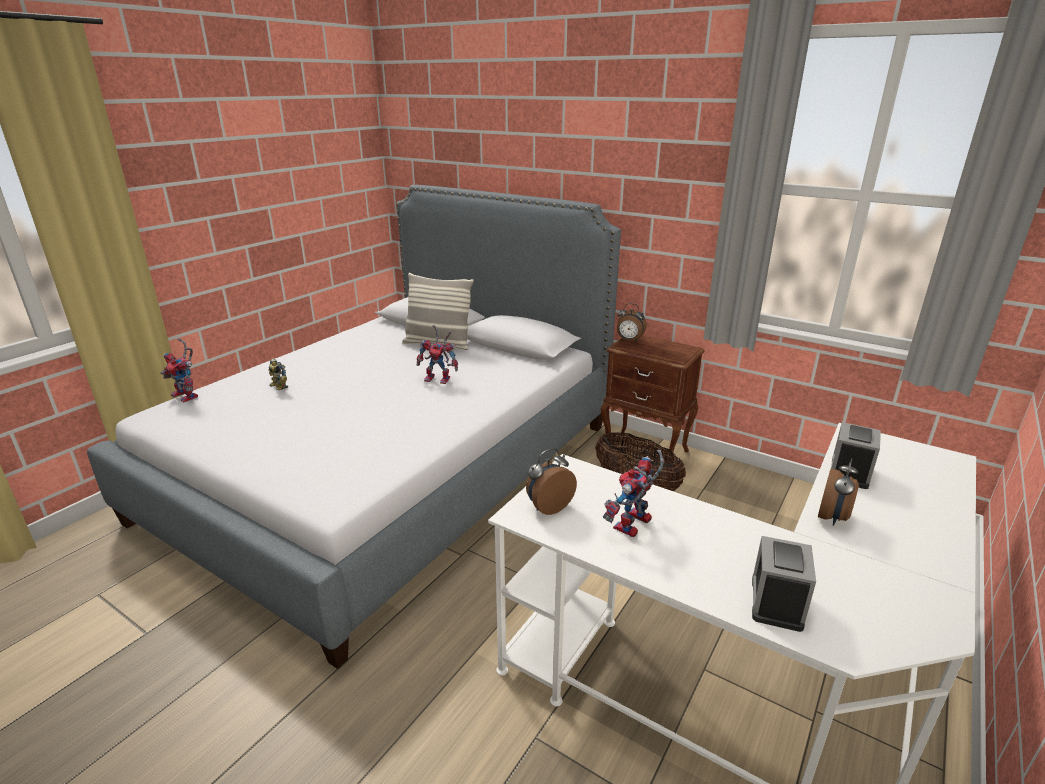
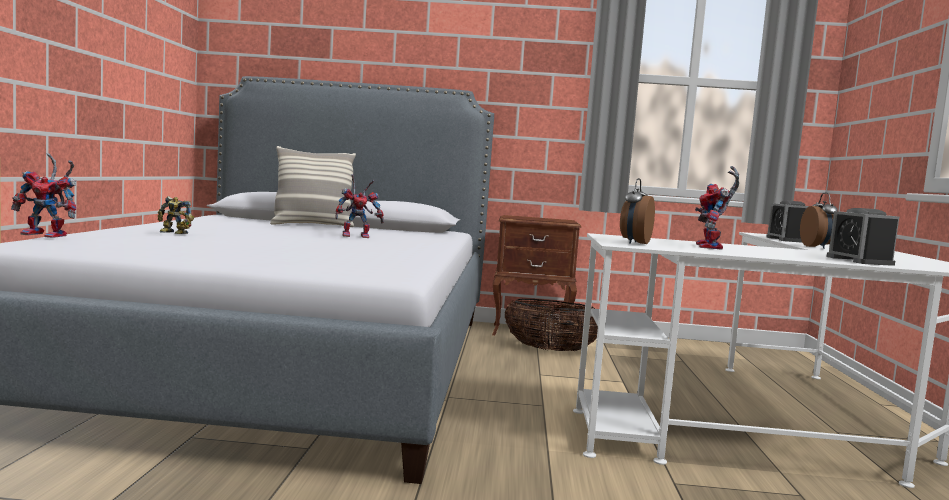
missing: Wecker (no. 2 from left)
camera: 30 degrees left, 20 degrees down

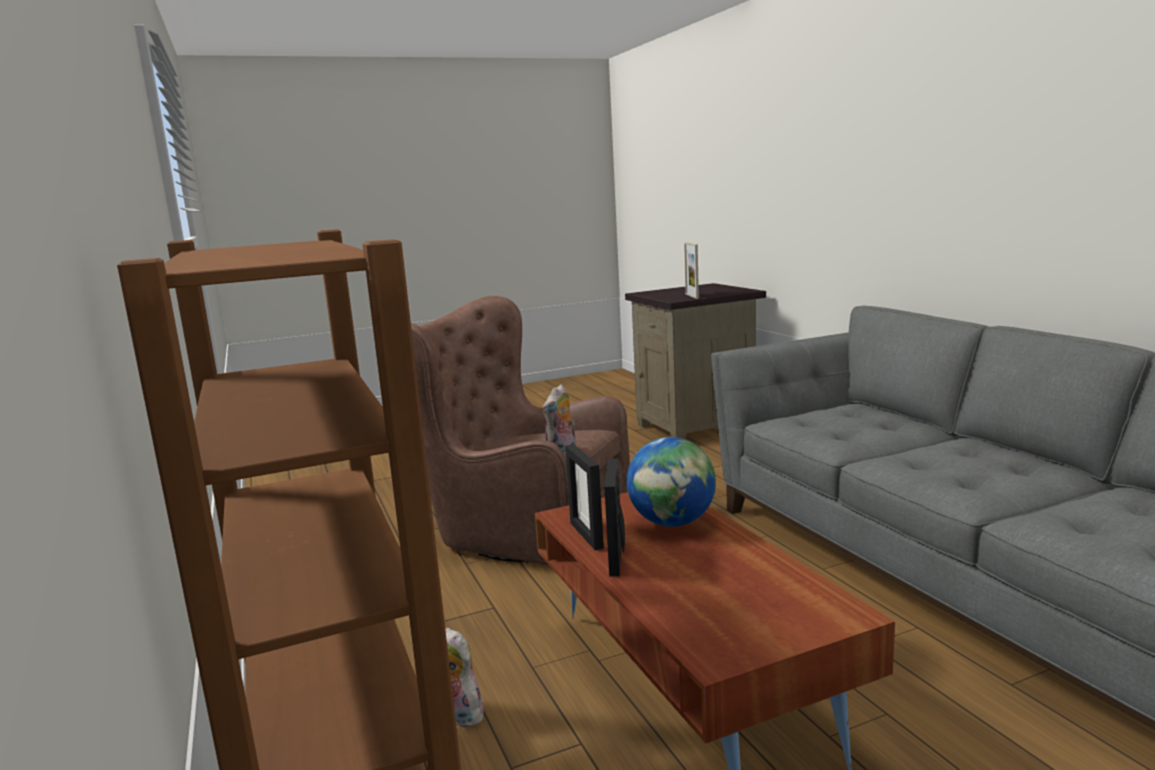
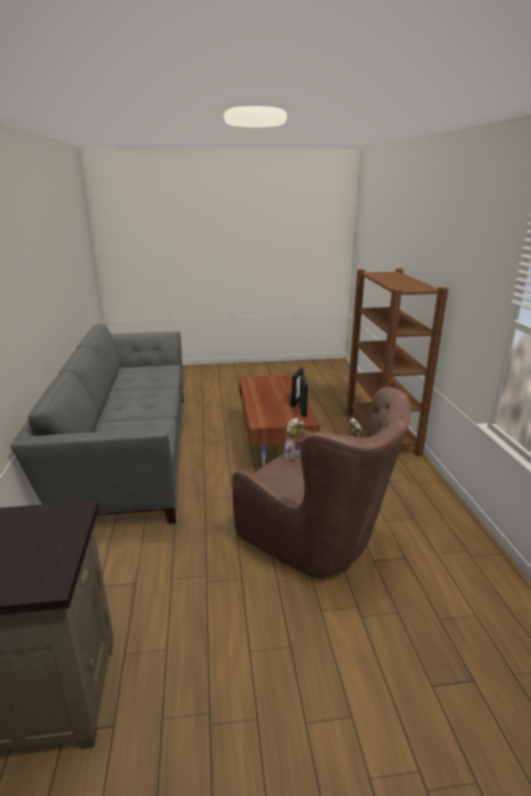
missing: Globus; Bilderrahmen (no. 3 from left)
camera: 165 degrees left, 10 degrees up

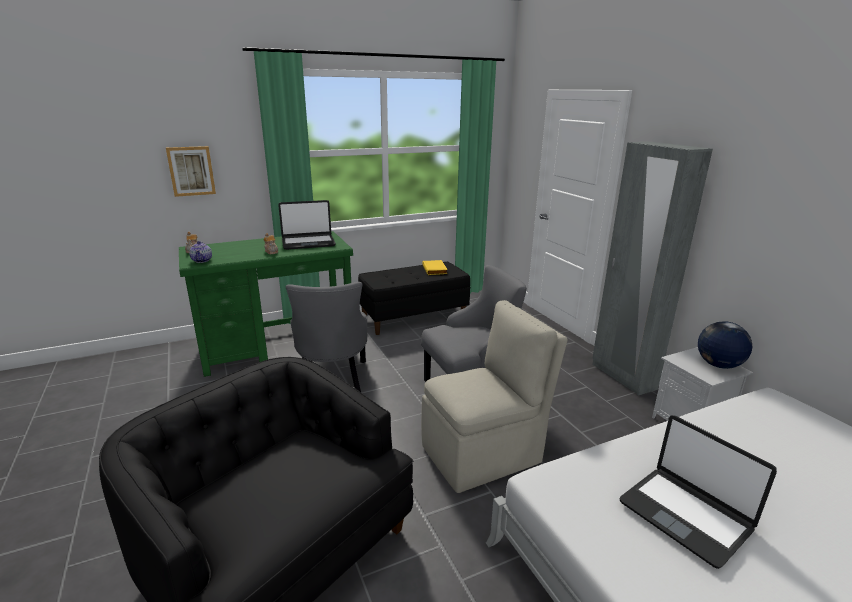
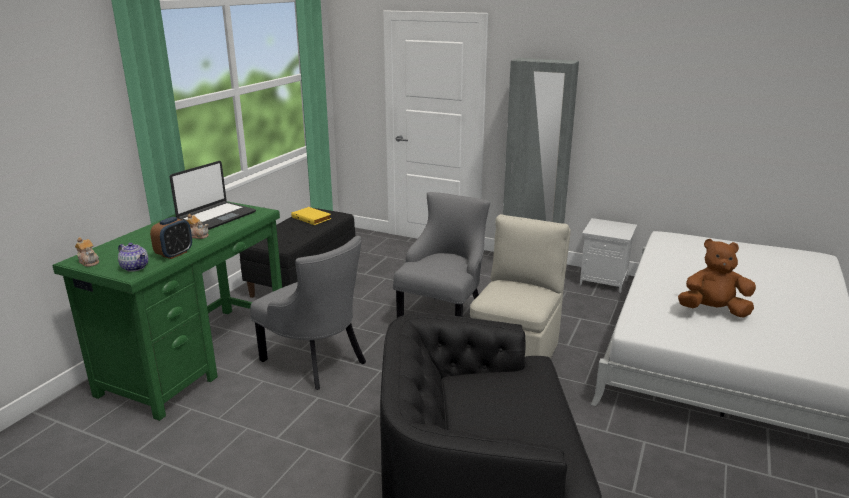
missing: Bild; Globus
appeared: Wecker
exchanged: Laptop (no. 2 from left) to Plüschtier/braun
camera: 40 degrees left, 0 degrees up

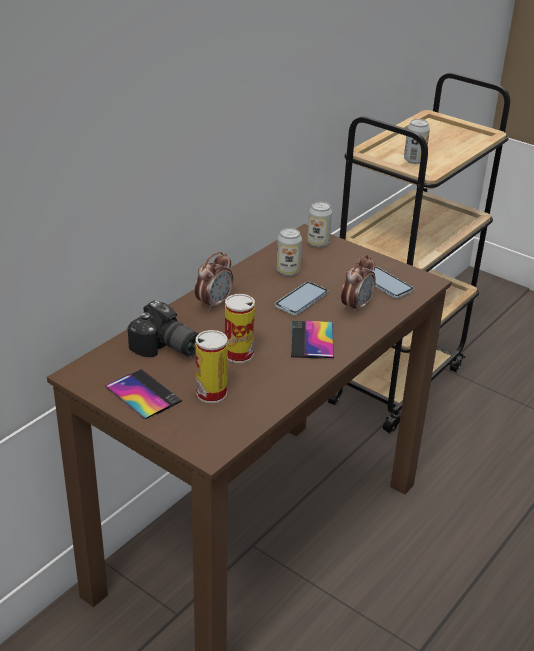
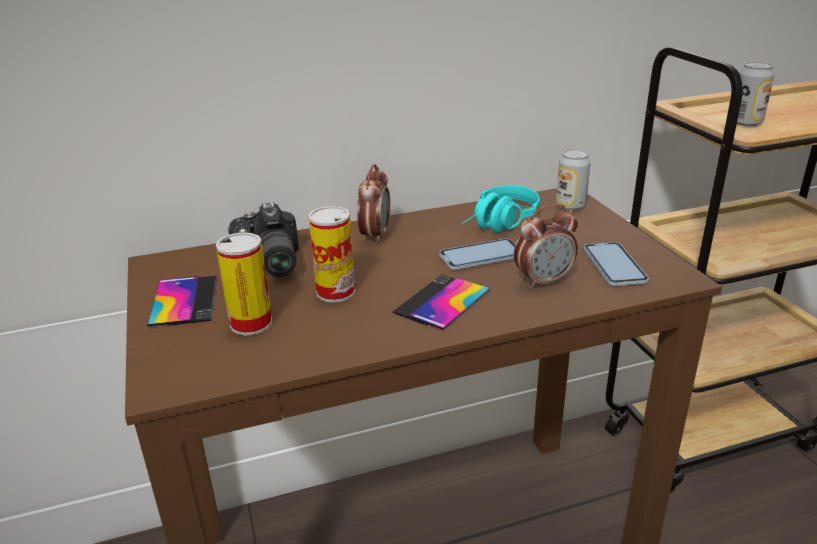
exchanged: Dose (no. 3 from left) to Kopfhörer/türkis
spun: Wecker (no. 1 from left) 60 degrees counterclockwise
camera: 35 degrees right, 5 degrees down

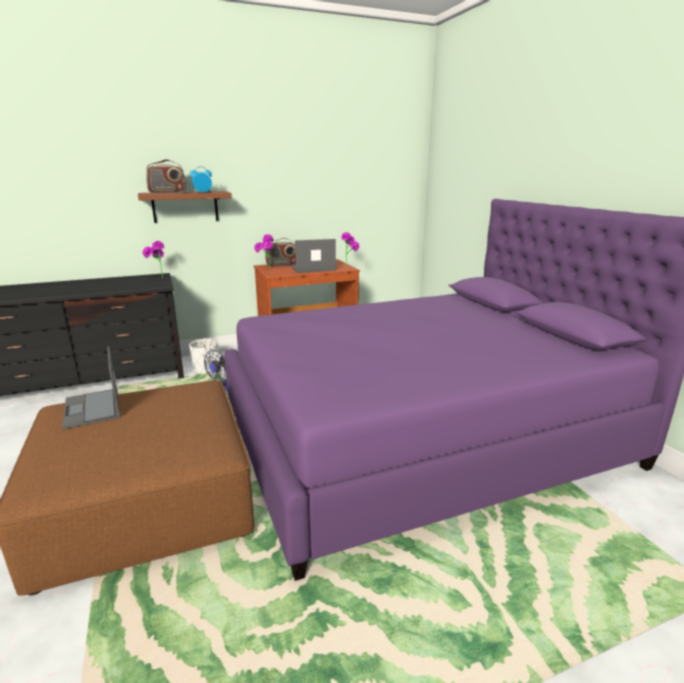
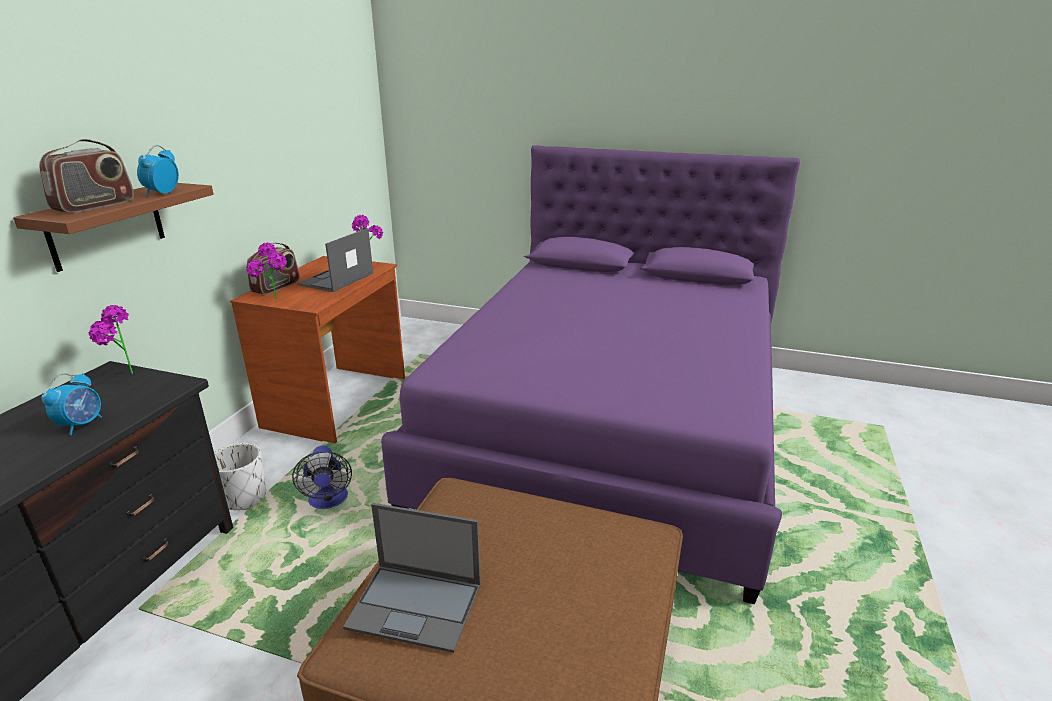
appeared: Wecker (no. 1 from left)
camera: 50 degrees left, 5 degrees up

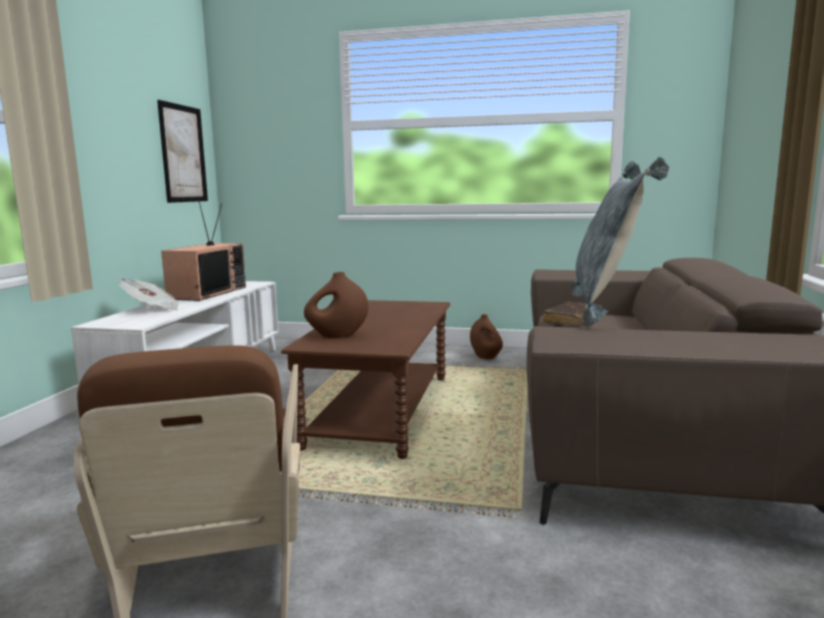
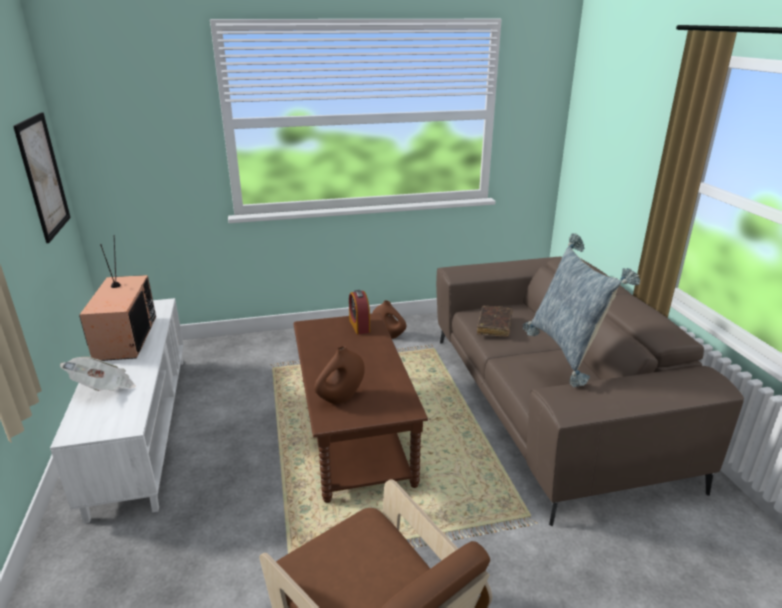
appeared: Wecker
camera: 25 degrees left, 15 degrees up

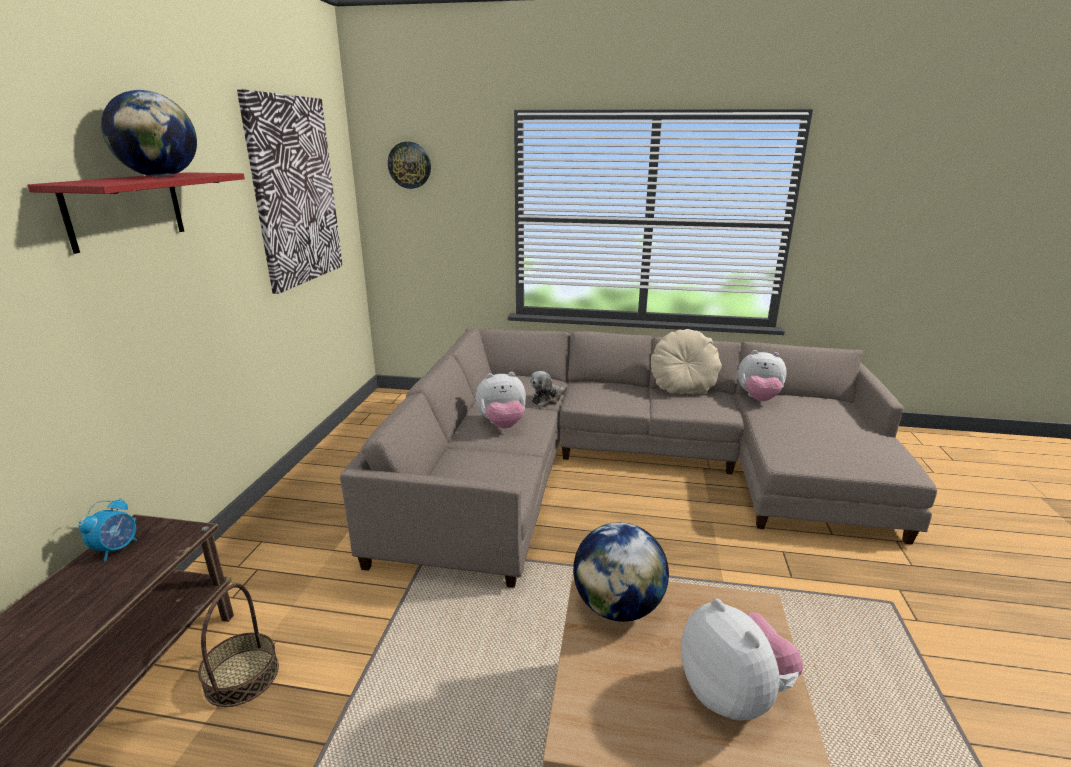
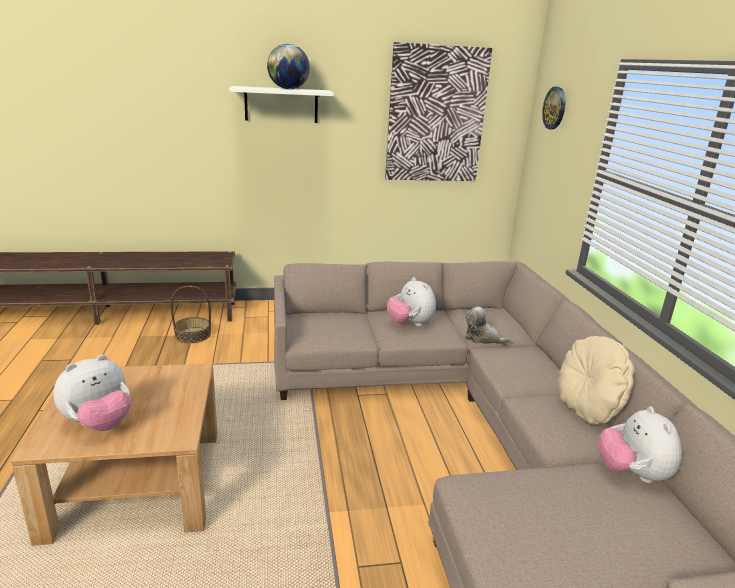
missing: Wecker; Globus (no. 2 from left)
colour: Wandregal/rot to Wandregal/weiß
camera: 70 degrees right, 0 degrees up

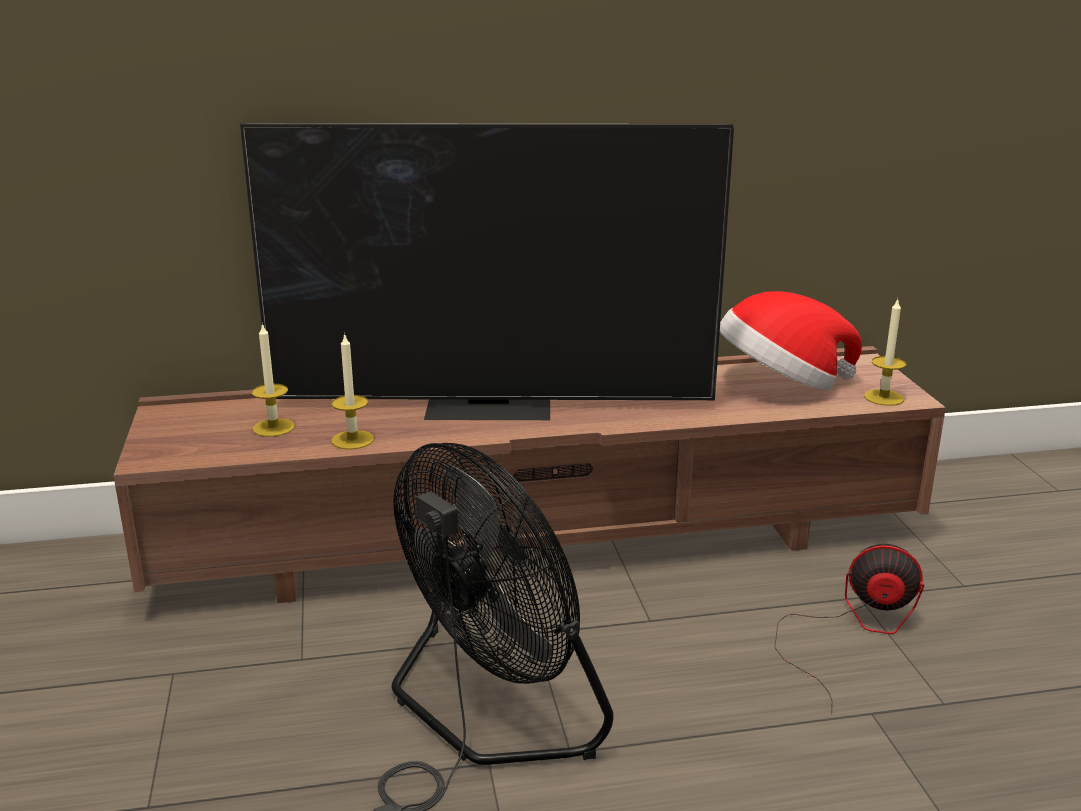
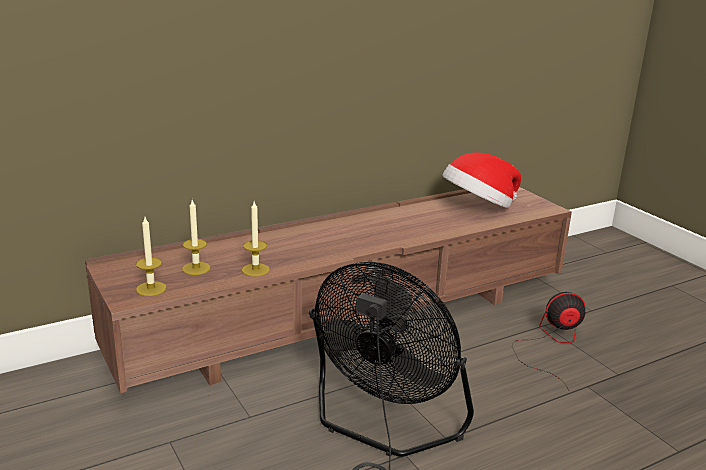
missing: Fernseher
relocated: Kerze (no. 3 from left in the first image) to Kerze (no. 1 from left)
camera: 20 degrees left, 0 degrees up

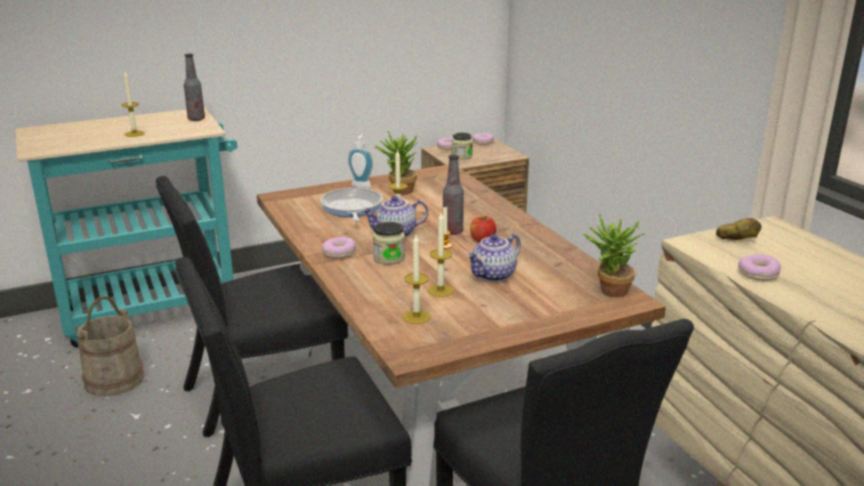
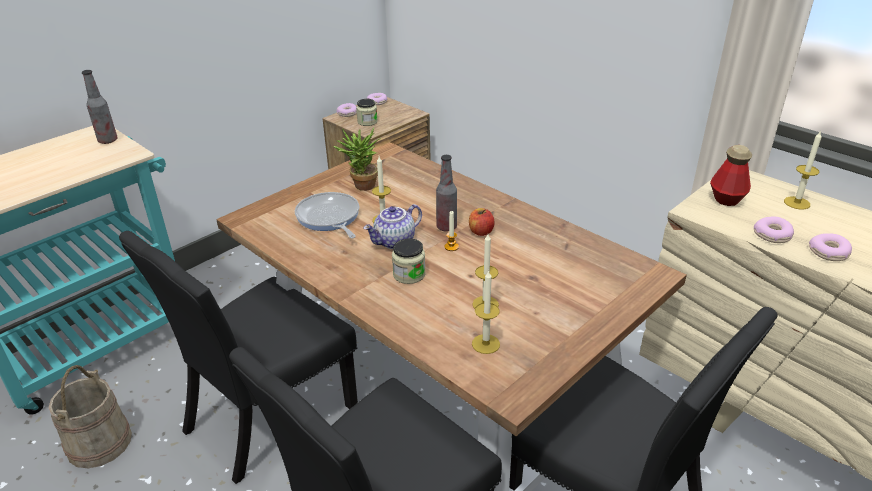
missing: Seifenspender; Teekanne (no. 2 from left); Topfpflanze (no. 2 from left)
relocated: Kerze (no. 1 from left in the first image) to Kerze (no. 5 from left); Donut (no. 1 from left in the first image) to Donut (no. 4 from left)
exchanged: Kartoffel to Flasche (no. 3 from left)
camera: 20 degrees left, 10 degrees up

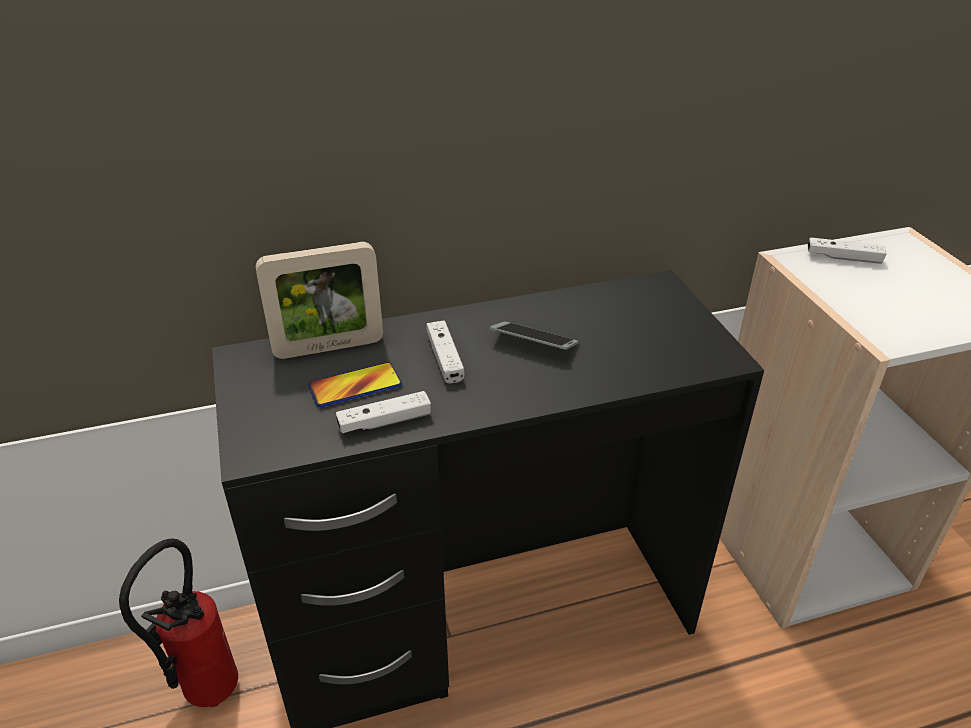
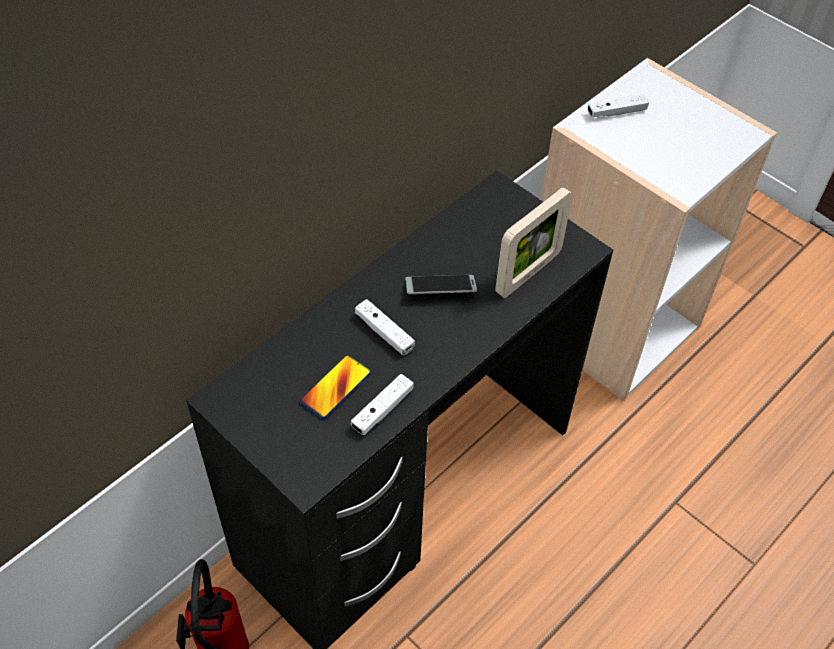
relocated: Bilderrahmen
camera: 30 degrees left, 15 degrees up

